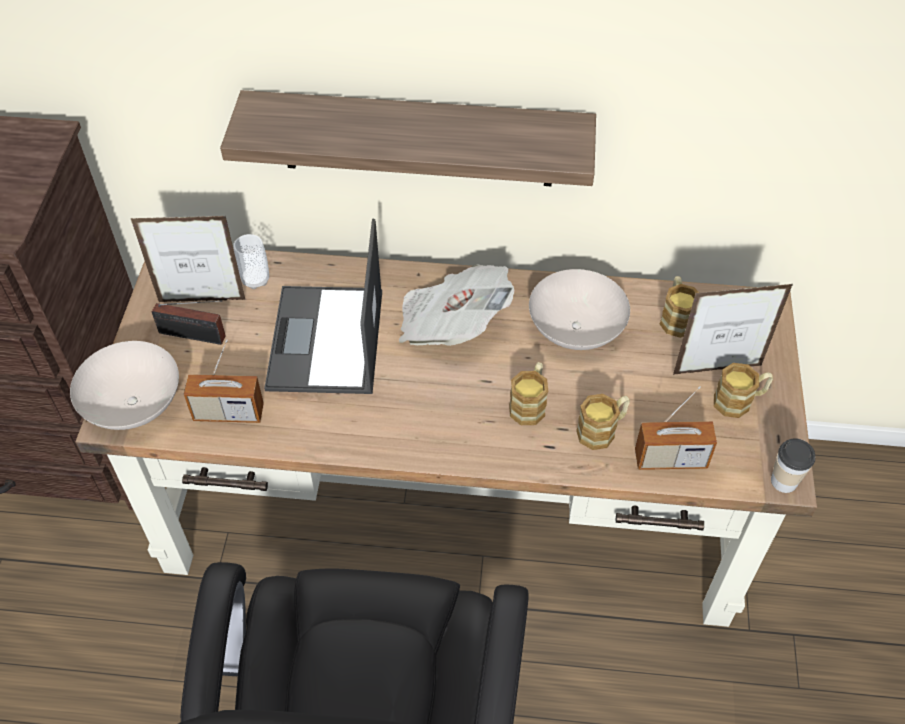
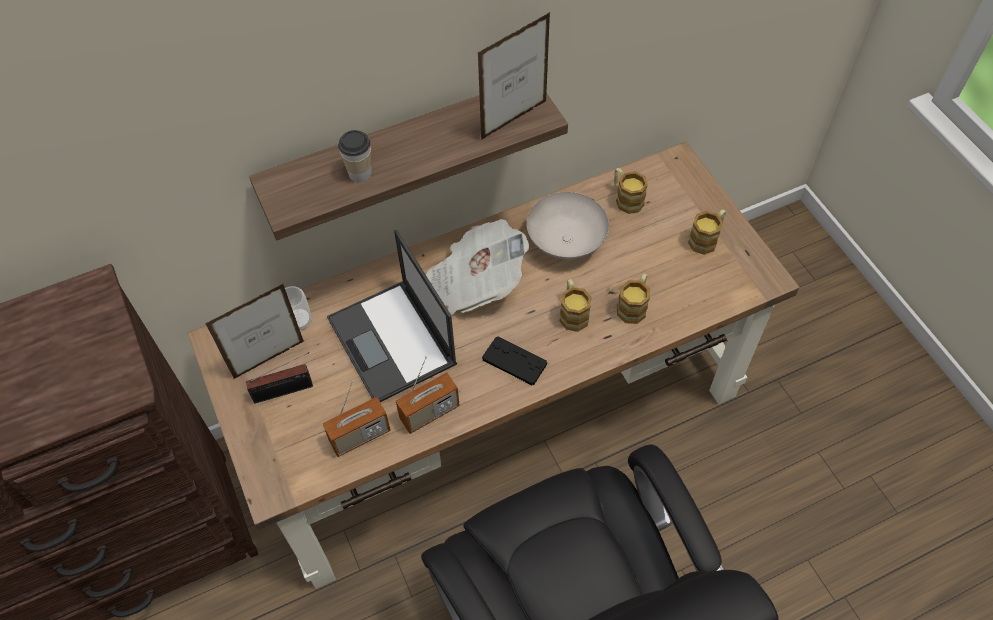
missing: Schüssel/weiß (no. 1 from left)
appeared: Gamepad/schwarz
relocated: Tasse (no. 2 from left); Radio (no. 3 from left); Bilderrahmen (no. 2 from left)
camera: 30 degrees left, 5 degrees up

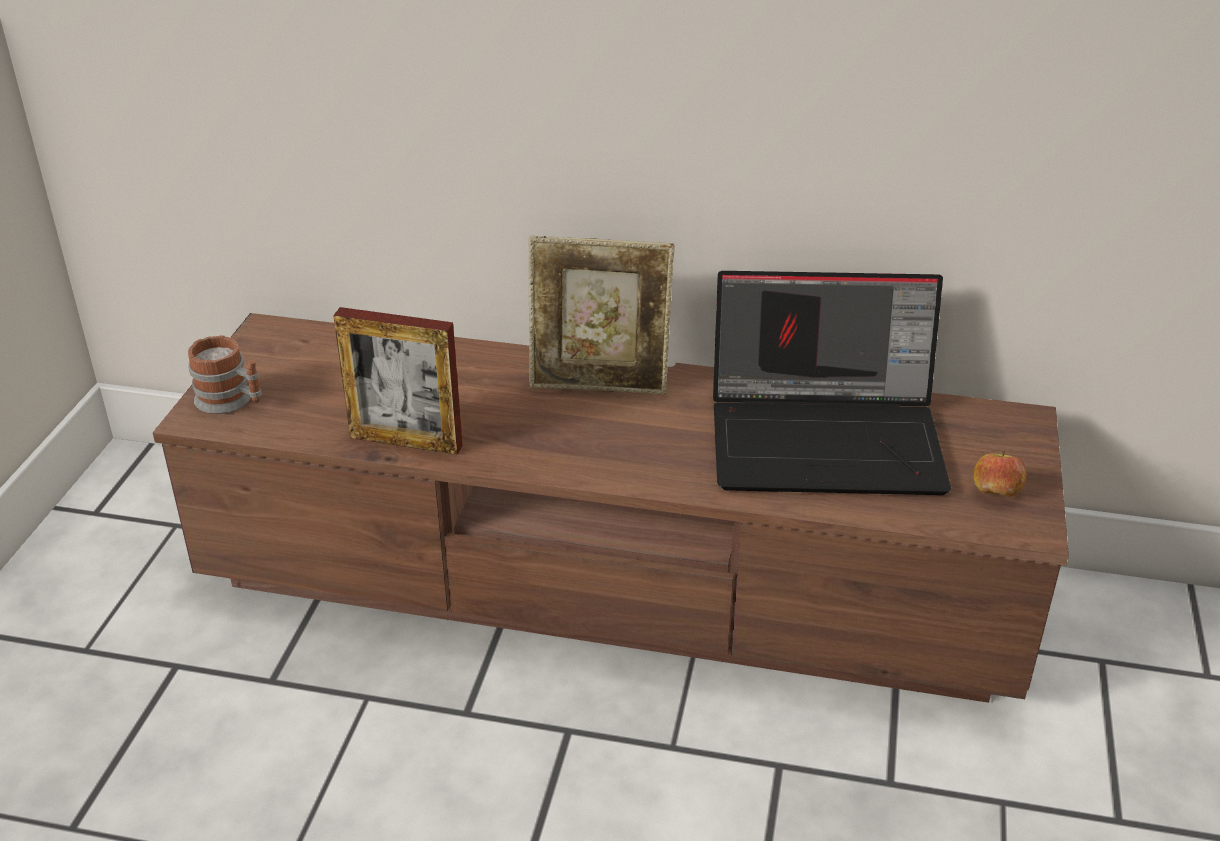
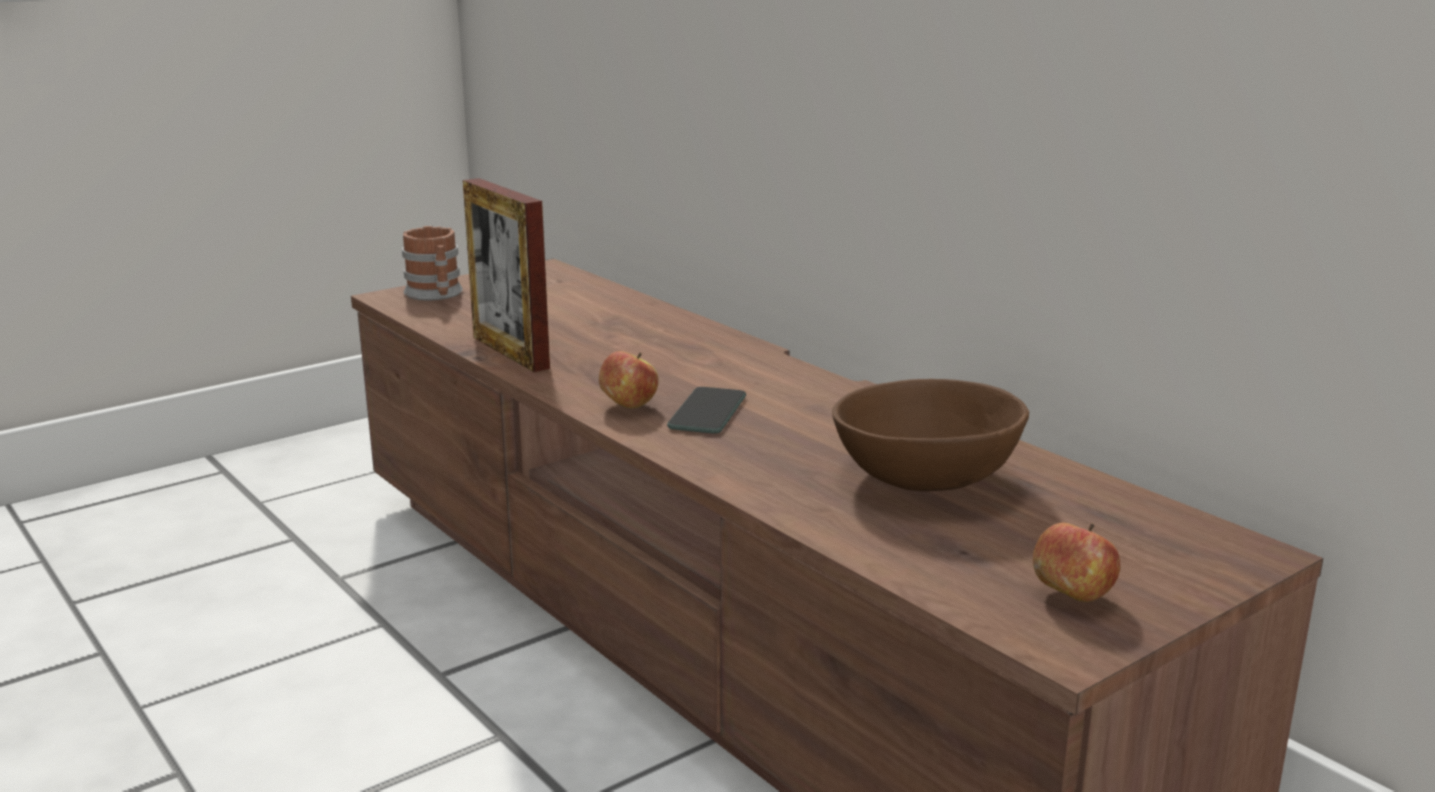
missing: Bilderrahmen (no. 2 from left)
appeared: Apfel (no. 1 from left); Handy
exchanged: Laptop to Schüssel/braun
camera: 40 degrees right, 15 degrees down

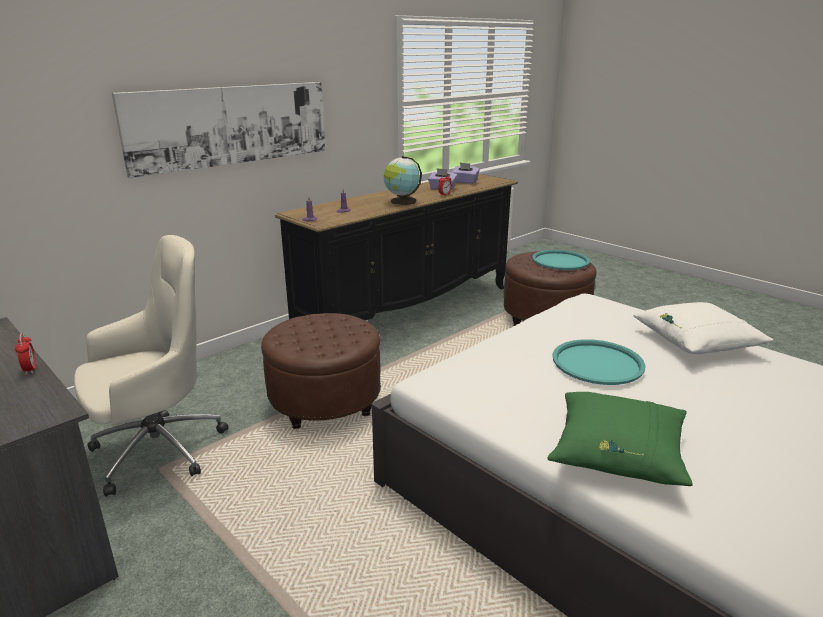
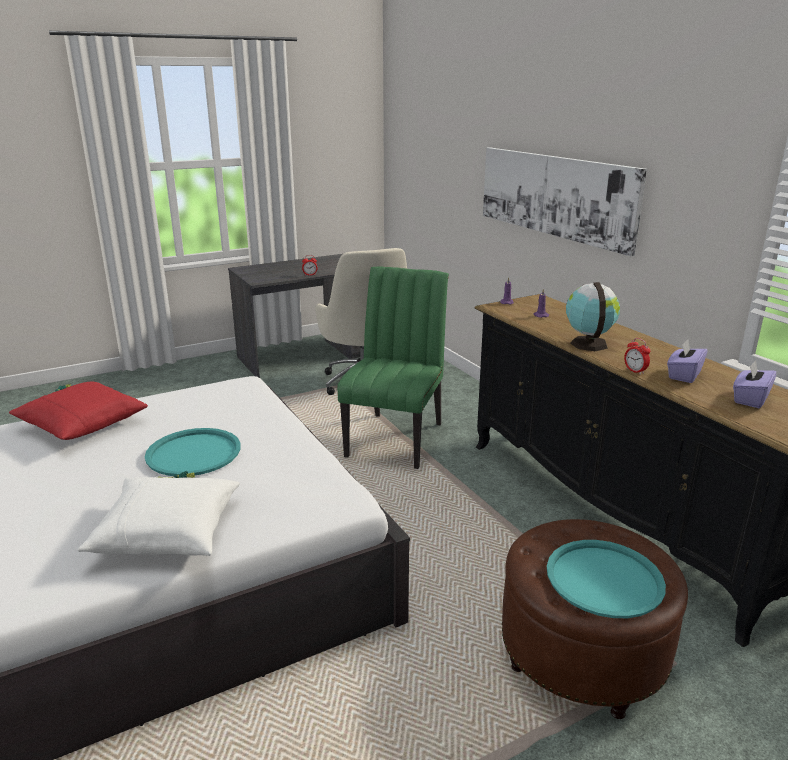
exchanged: Polsterhocker/braun (no. 1 from left) to Stuhl/grün
colour: Kissen/grün to Kissen/rot
camera: 105 degrees right, 0 degrees up

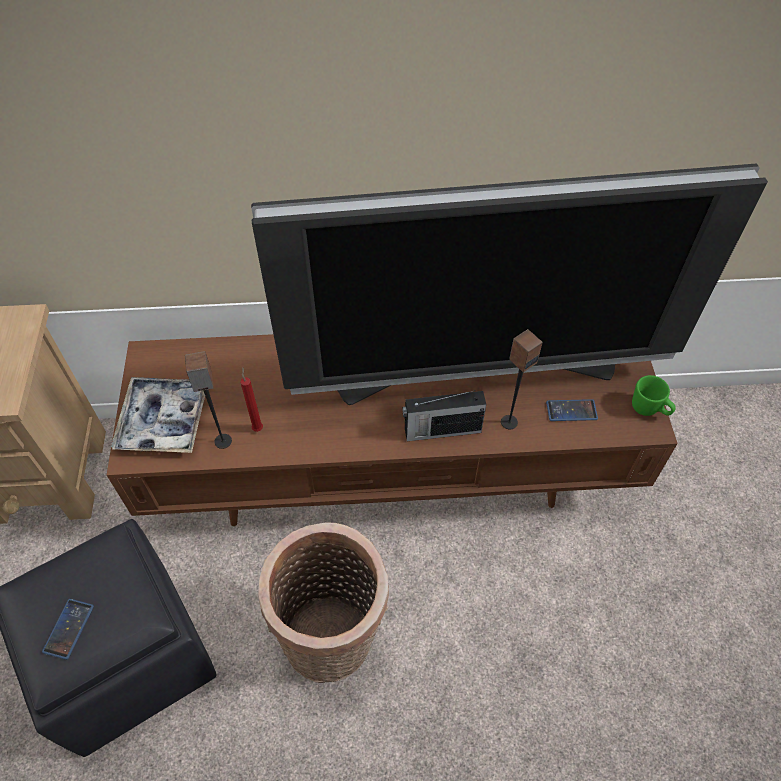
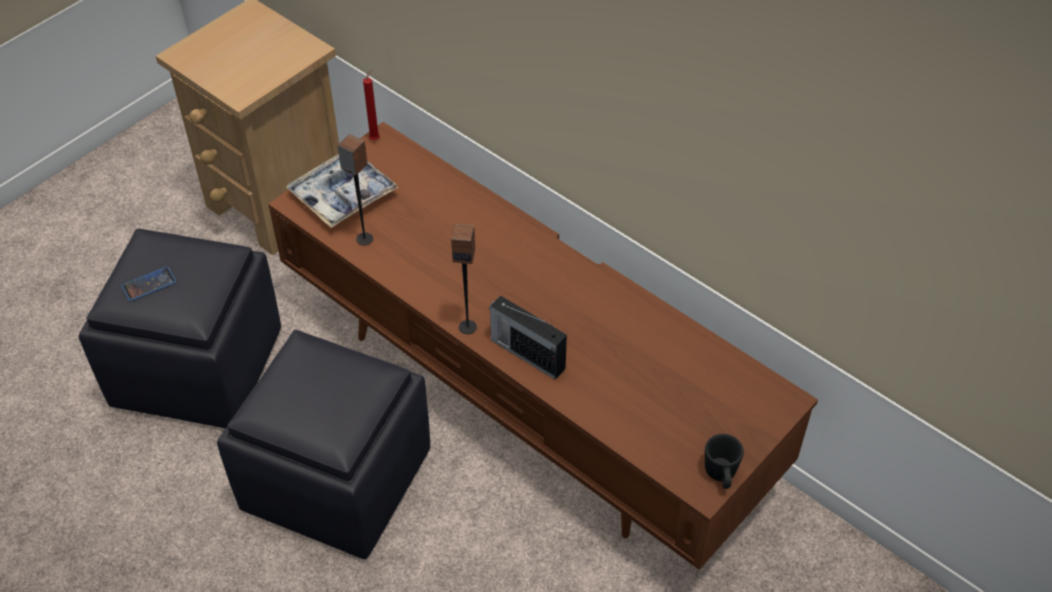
missing: Fernseher; Handy (no. 2 from left)
relocated: Kerze/rot; Lautsprecher (no. 2 from left)
exchanged: Korb to Polsterhocker/schwarz (no. 2 from left)
colour: Henkelbecher/grün to Henkelbecher/schwarz
camera: 45 degrees right, 5 degrees down

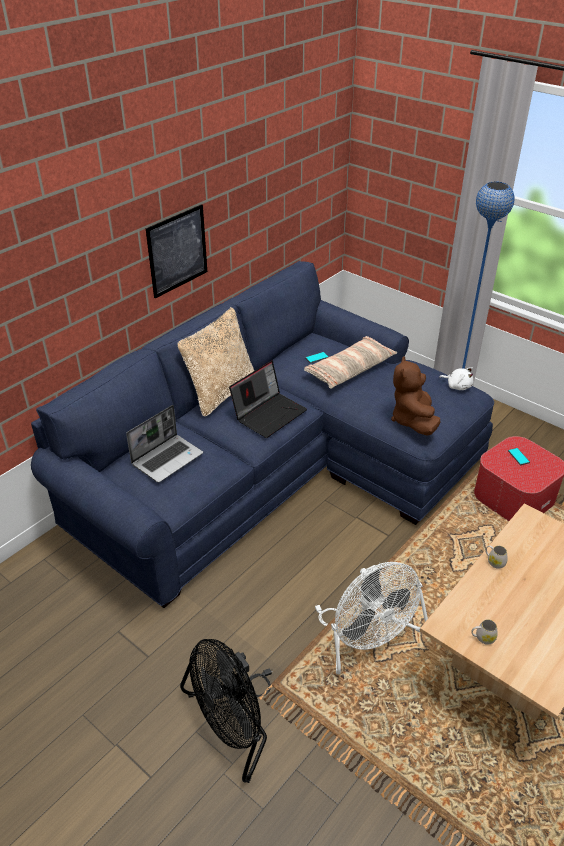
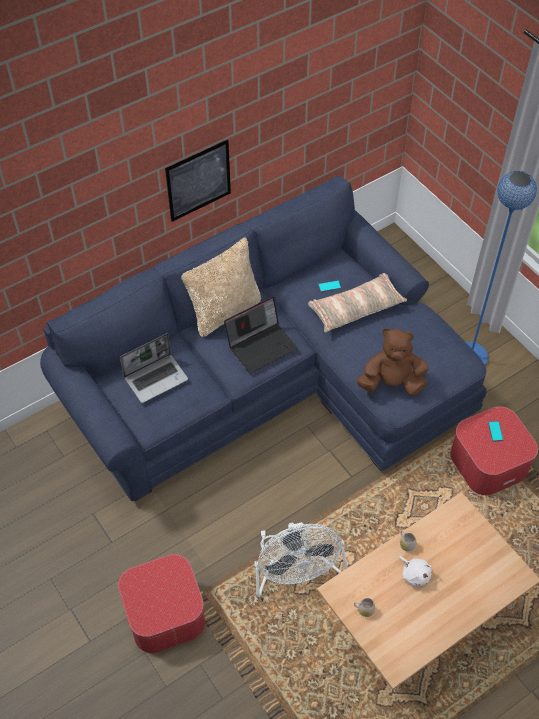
relocated: Plüschtier/weiß
exchanged: Ventilator/schwarz to Polsterhocker (no. 1 from left)
spun: Plüschtier/braun 75 degrees clockwise
camera: 15 degrees right, 15 degrees up

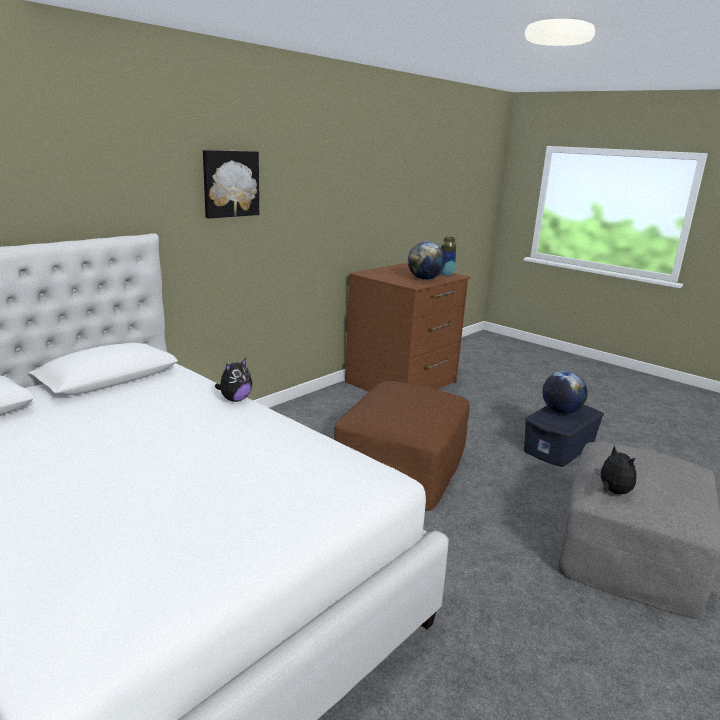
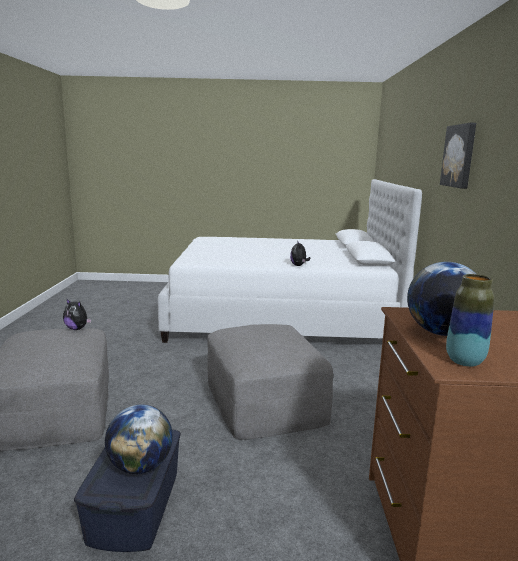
colour: Polsterhocker/braun to Polsterhocker/grau (no. 2 from left)
camera: 140 degrees right, 5 degrees down

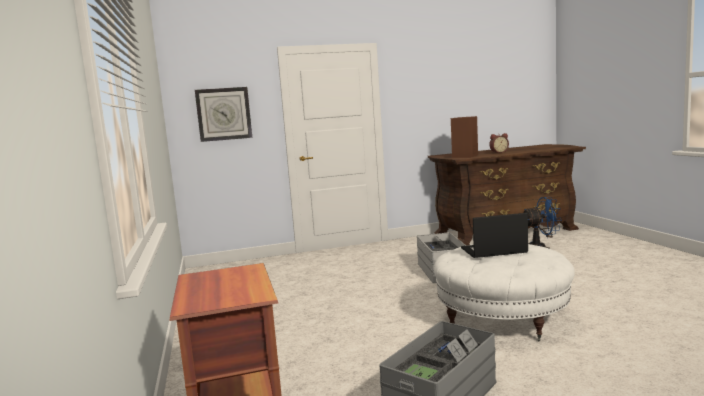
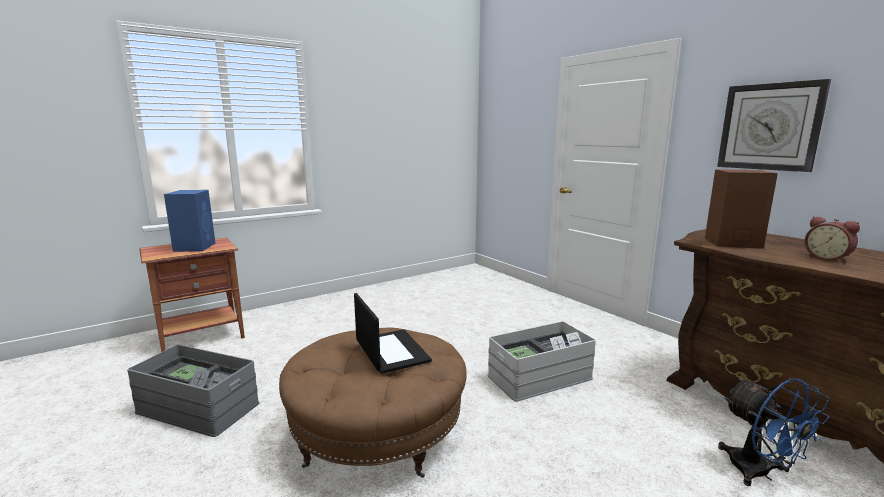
appeared: Lautsprecher/blau
relocated: Wanduhr
colour: Polsterhocker/weiß to Polsterhocker/braun
camera: 70 degrees right, 5 degrees up

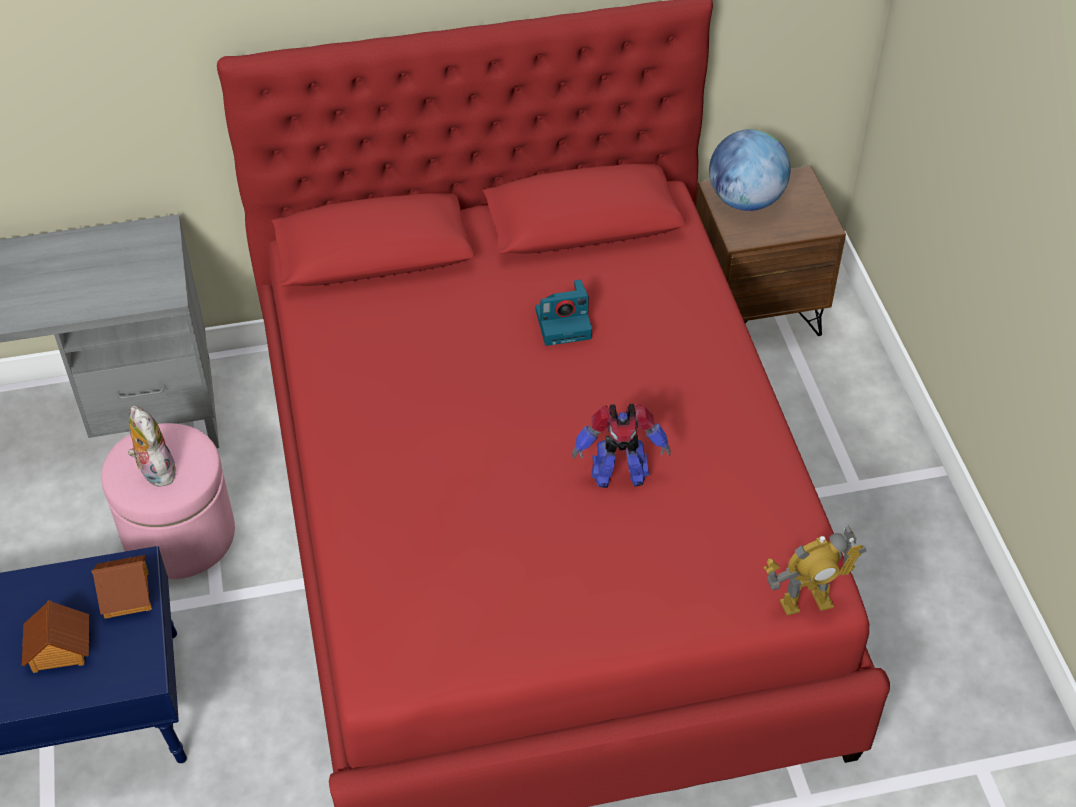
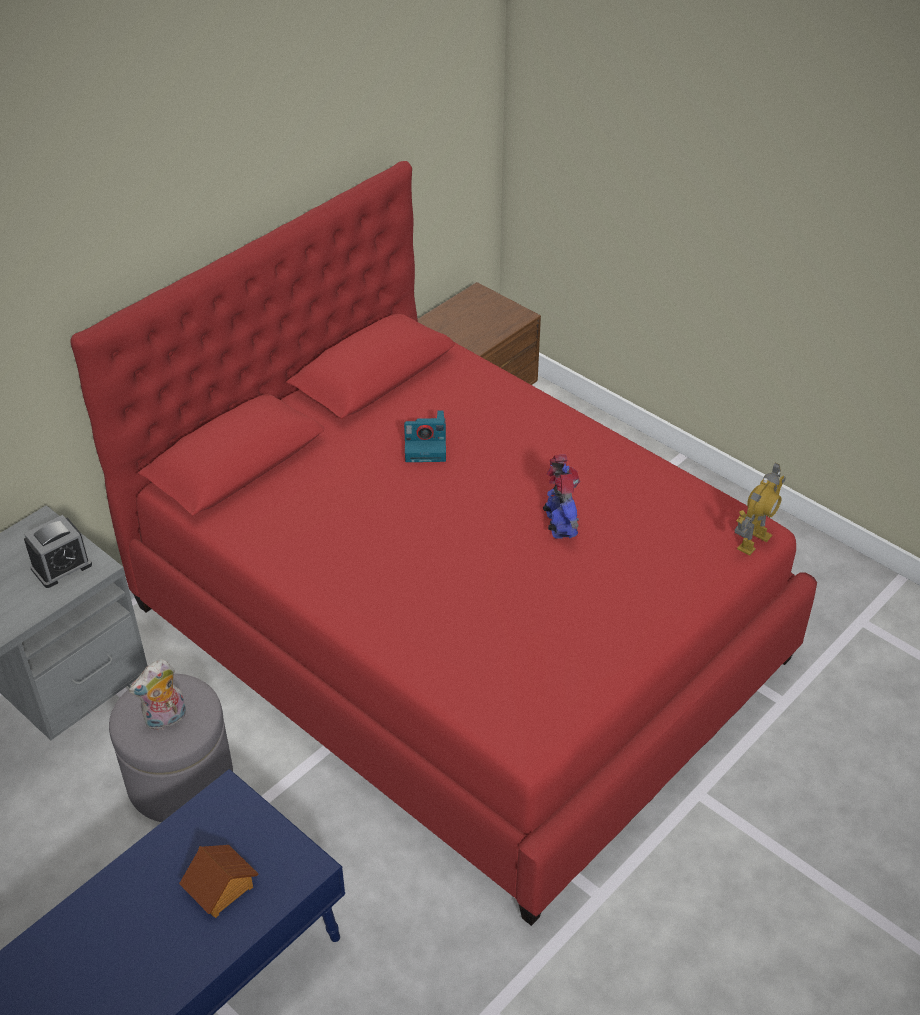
missing: Spielzeughaus (no. 2 from left); Globus
appeared: Wecker
colour: Polsterhocker/rosa to Polsterhocker/grau
spun: Plüschtier 60 degrees counterclockwise; Kamera 45 degrees clockwise; Spielzeugroboter (no. 1 from left) 60 degrees counterclockwise
camera: 35 degrees left, 5 degrees down

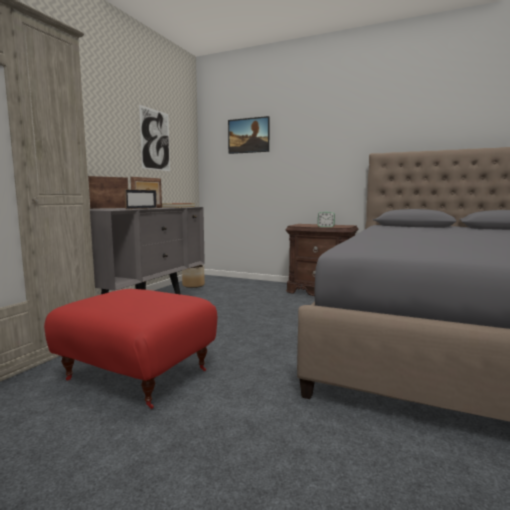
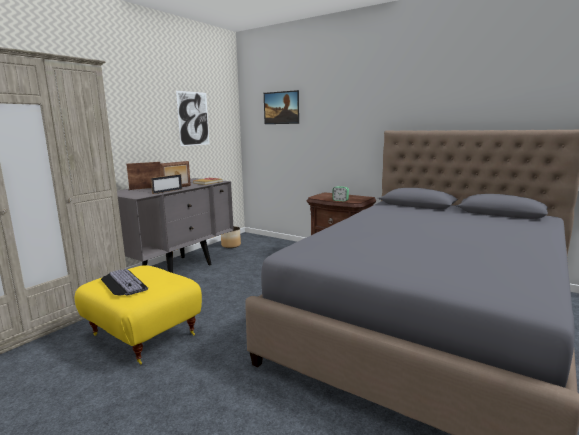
appeared: Tastatur
colour: Polsterhocker/rot to Polsterhocker/gelb
camera: 10 degrees right, 5 degrees up

